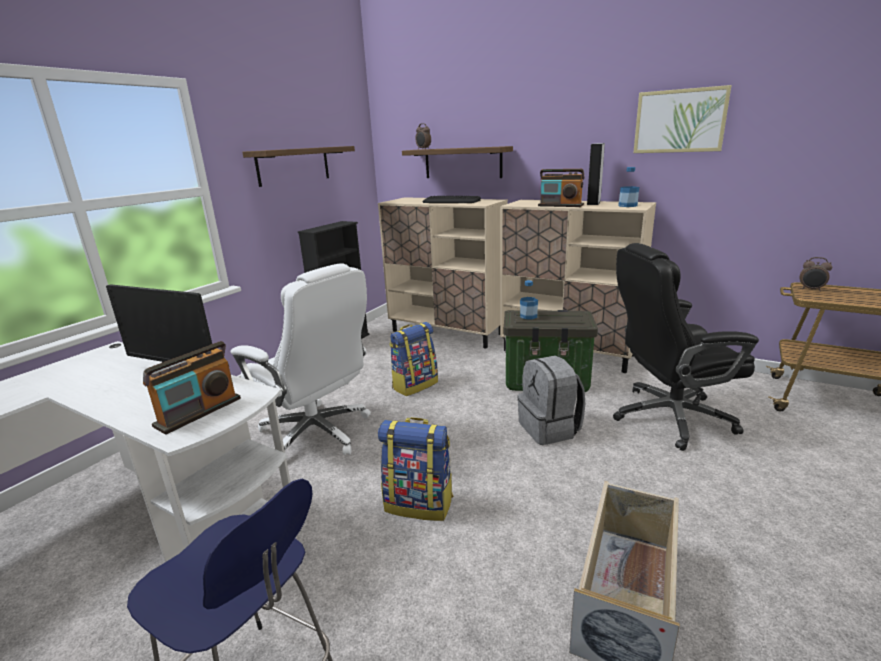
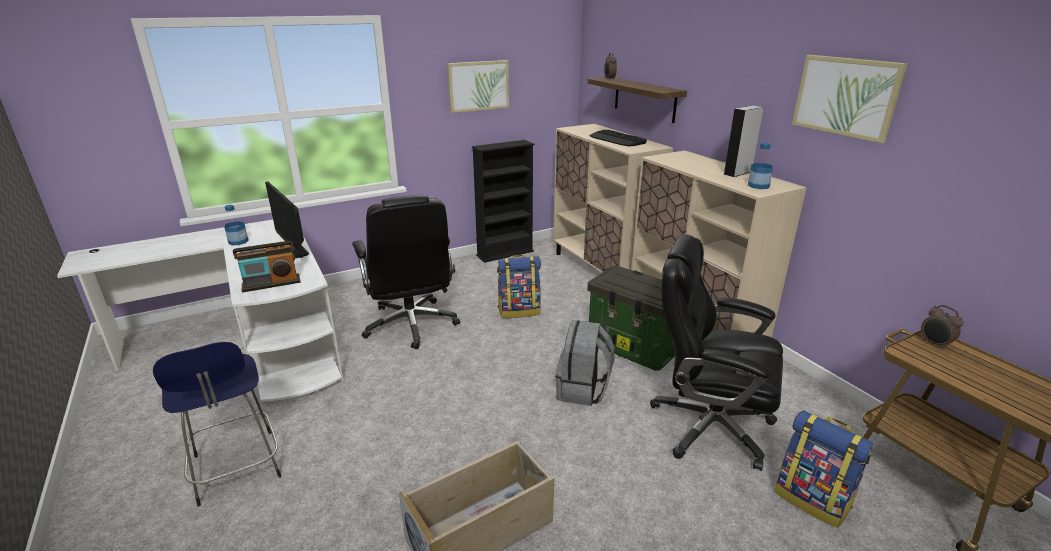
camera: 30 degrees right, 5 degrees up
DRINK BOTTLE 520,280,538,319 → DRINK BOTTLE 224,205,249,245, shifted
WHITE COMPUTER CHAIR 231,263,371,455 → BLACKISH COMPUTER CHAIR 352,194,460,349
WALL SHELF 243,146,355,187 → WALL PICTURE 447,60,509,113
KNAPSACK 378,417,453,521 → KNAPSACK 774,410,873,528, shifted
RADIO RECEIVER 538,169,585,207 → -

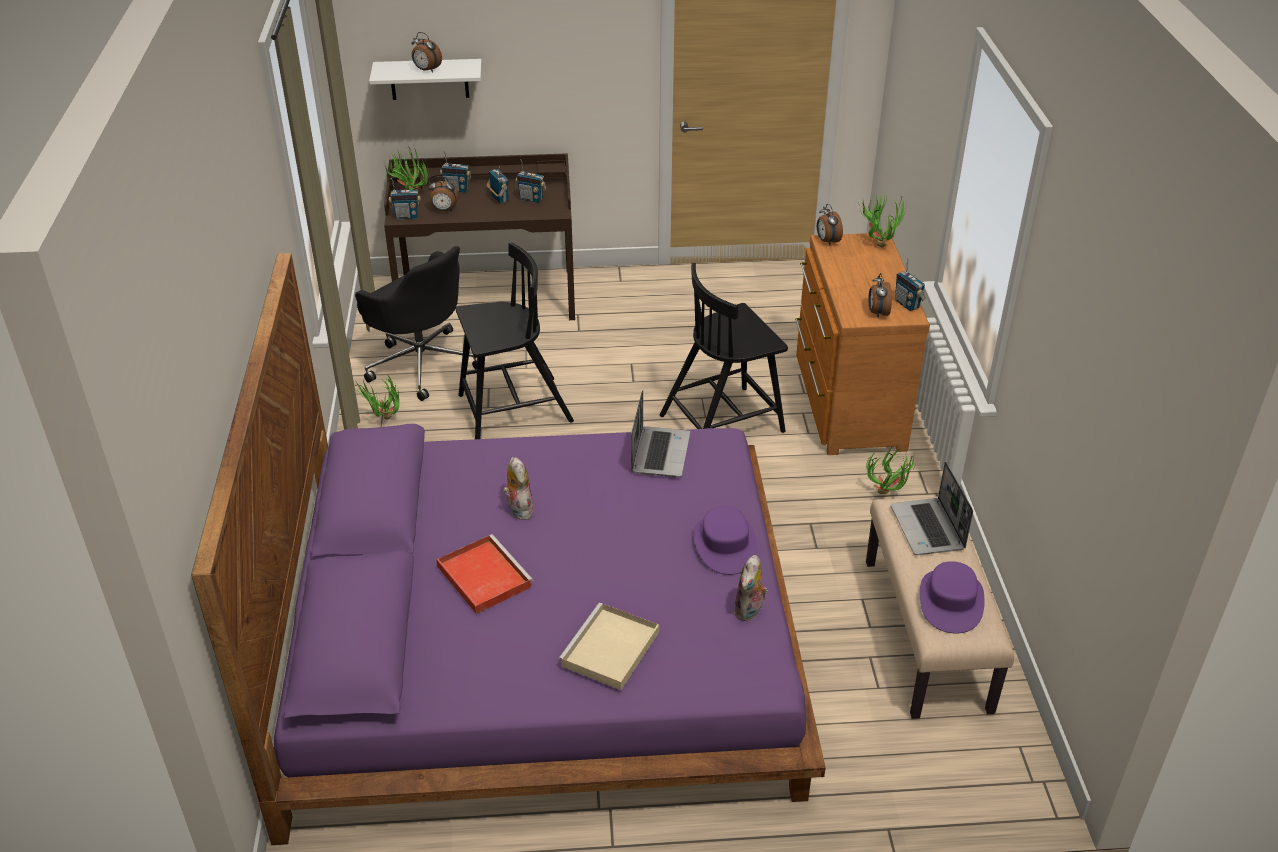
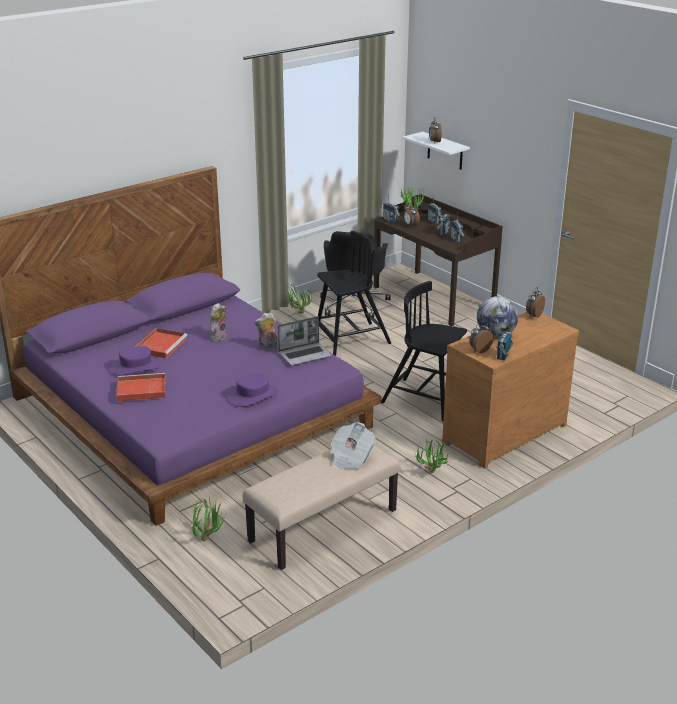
camera: 55 degrees right, 10 degrees down
PURPLE WEARABLE HAT 920,561,984,633 → PURPLE WEARABLE HAT 111,346,161,375, shifted
BEIGE TRAY 558,603,659,690 → RED-COLOURED TRAY 116,373,166,401
PLANT IN A POT 859,194,907,248 → PLANT IN A POT 191,498,226,541, shifted
PLUSH TOY 734,555,768,621 → PLUSH TOY 254,312,278,350, shifted
BLACKISH PLAIN CHAIR 456,242,574,439 → BLACKISH PLAIN CHAIR 317,231,391,356, 60 degrees counterclockwise
NOTEBOOK COMPUTER 891,462,973,555 → PRINTED PAPER 330,422,376,469
- → WORLD GLOBE 477,296,518,338

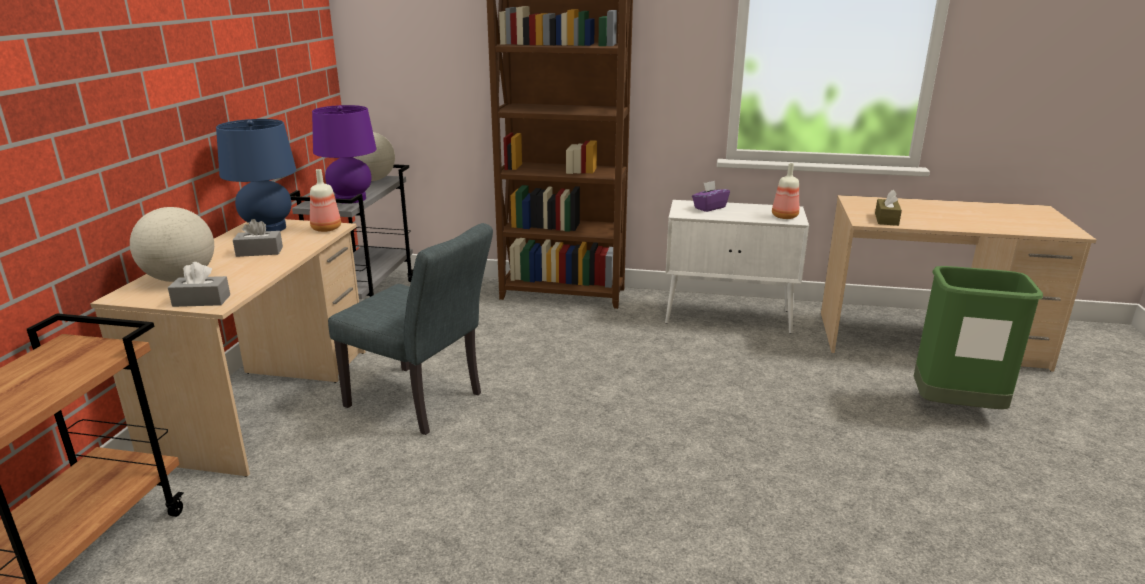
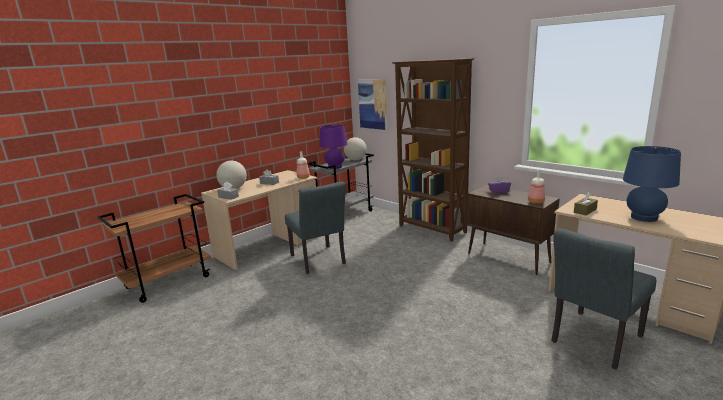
camera: 35 degrees right, 5 degrees down
- → WALL PICTURE 358,79,387,130
WHITE CABINET 665,200,809,334 → BROWN-COLOURED CABINET 467,185,560,275
GREEN-COLOURED WASTE BIN 914,266,1043,409 → GREYISH PLAIN CHAIR 551,228,656,370
BLUISH LAMP FOR A TABLE 216,119,296,231 → BLUISH LAMP FOR A TABLE 623,146,681,222, shifted

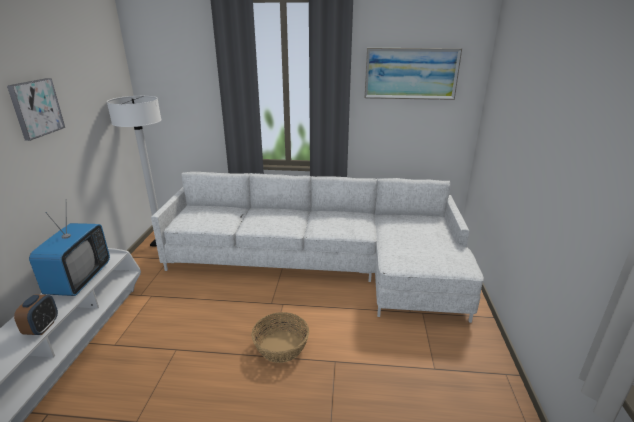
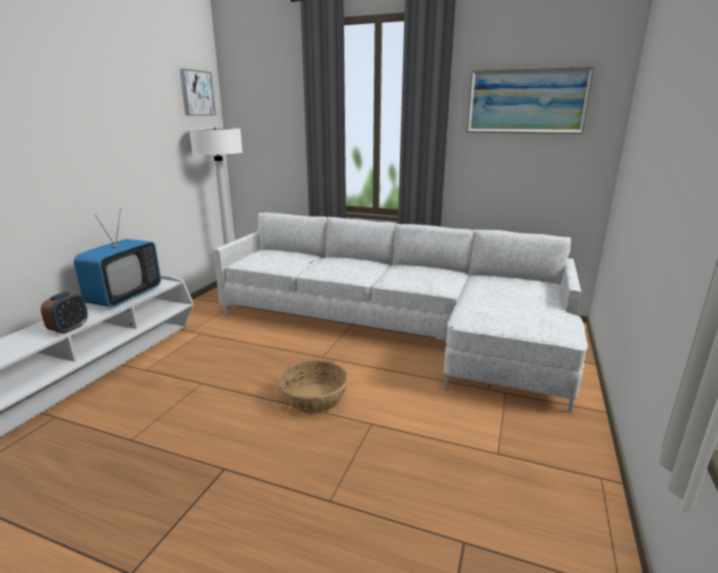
camera: 15 degrees right, 5 degrees down
WALL PICTURE 7,78,65,141 → WALL PICTURE 180,69,216,115, shifted

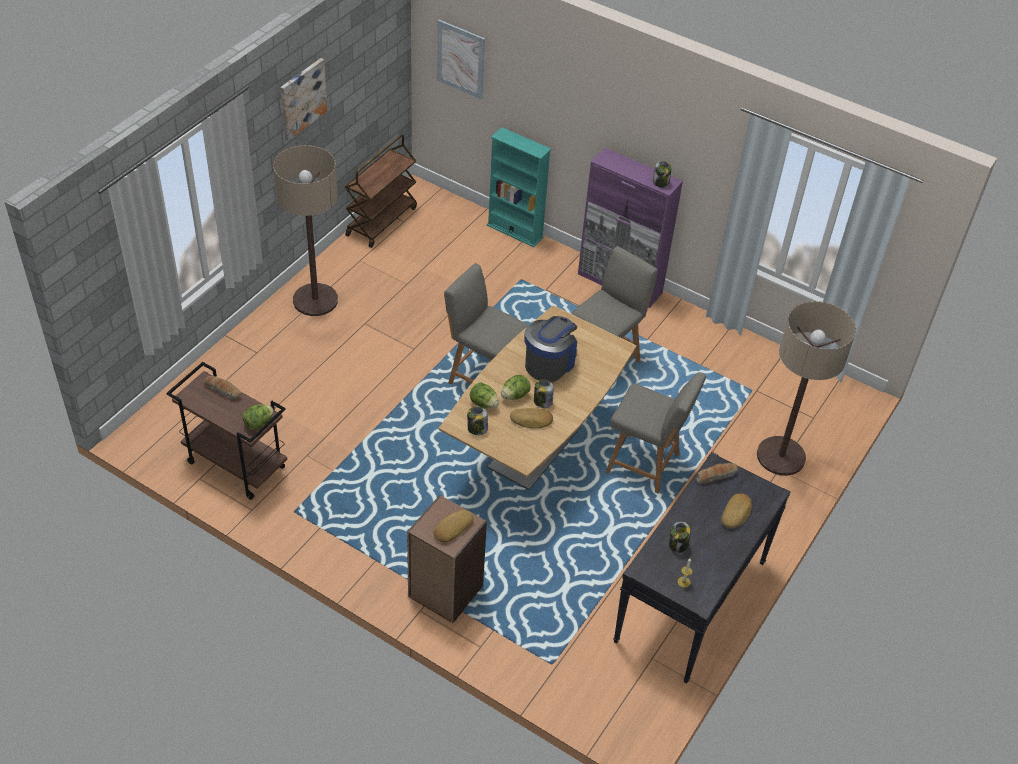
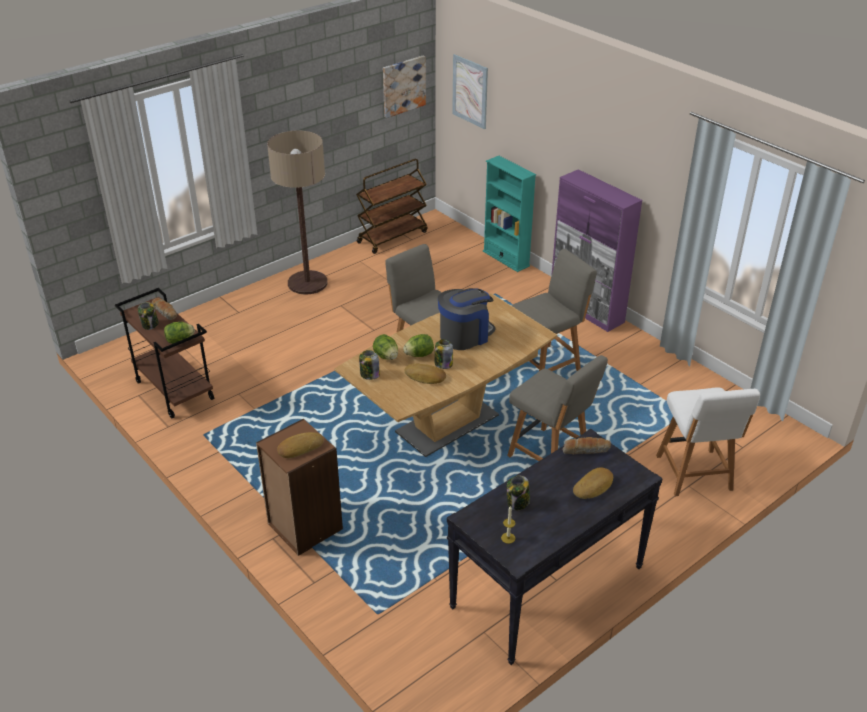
camera: 20 degrees right, 10 degrees down
JAR 653,161,671,188 → JAR 138,302,159,330, shifted
WALL PICTURE 280,58,327,141 → WALL PICTURE 383,55,426,118, shifted
STANDING LAMP 757,301,856,476 → WHITE PLAIN CHAIR 656,388,760,496

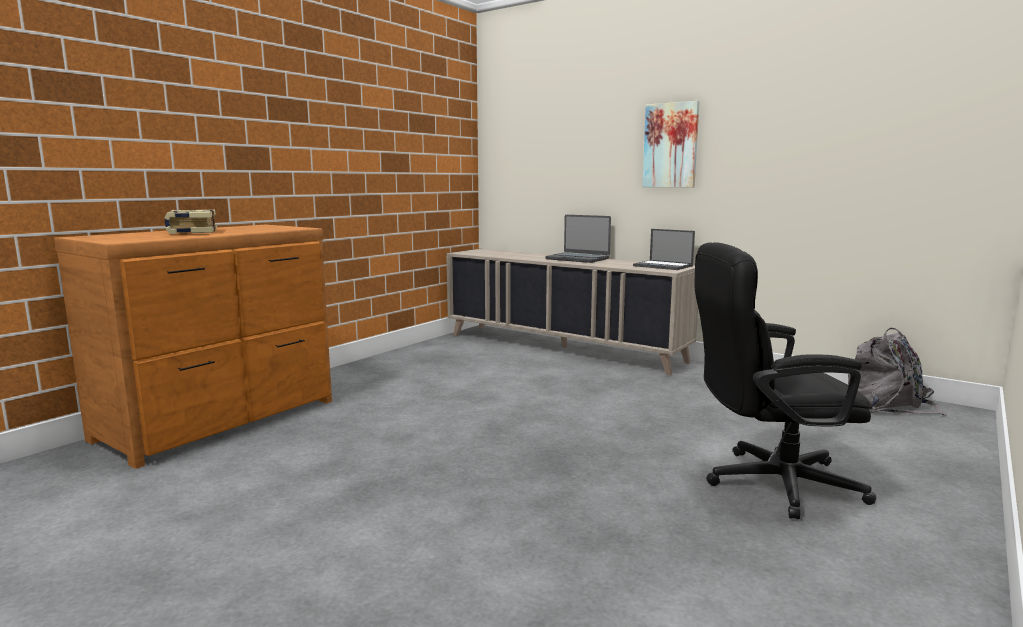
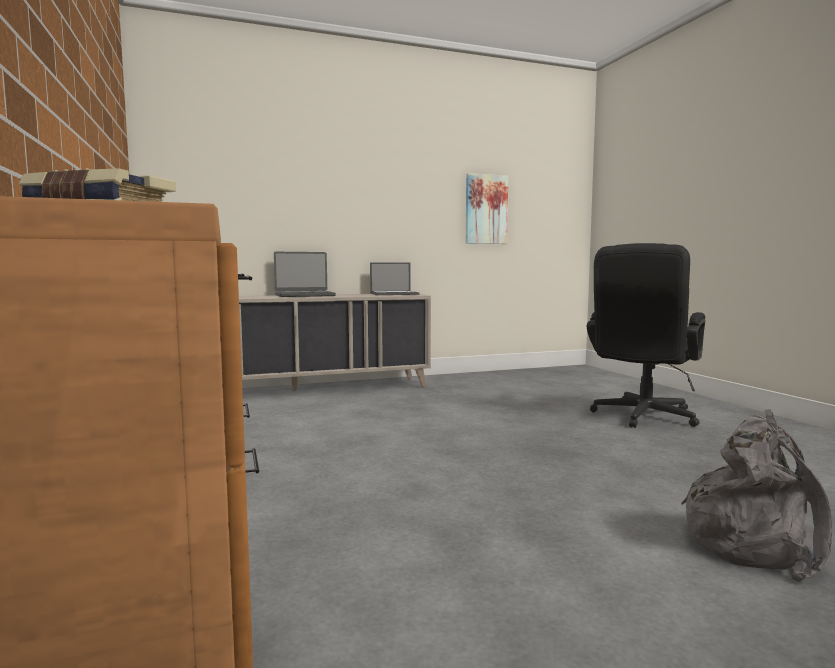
camera: 55 degrees left, 5 degrees down
WALL PICTURE 642,101,700,187 → WALL PICTURE 466,173,508,244, shifted
GREYISH KNAPSACK 848,328,946,416 → GREYISH KNAPSACK 681,409,832,582, shifted

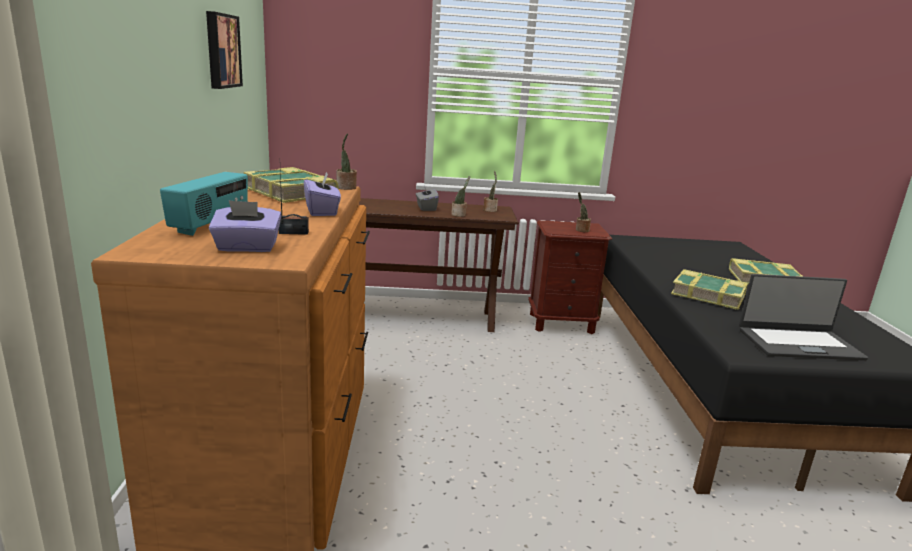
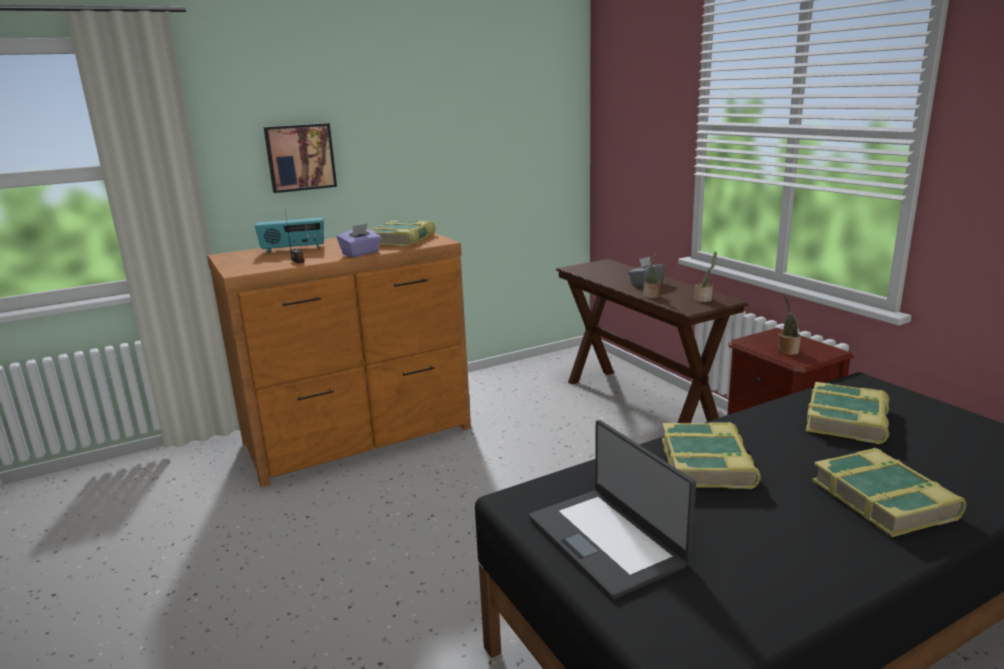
camera: 65 degrees right, 0 degrees up
WALL PICTURE 206,11,243,89 → WALL PICTURE 264,123,337,193, shifted
- → BOOK 806,382,890,444
PURPLE TISSUE HOLDER 209,200,282,252 → -
PLANT IN A POT 336,133,357,190 → -

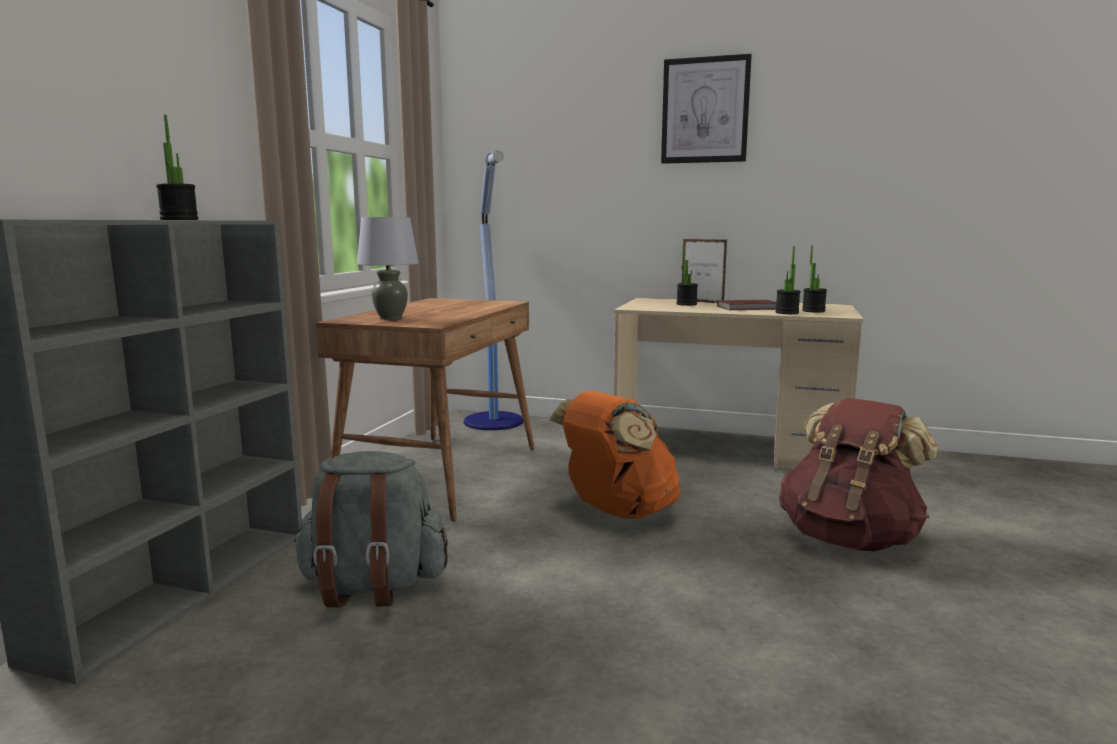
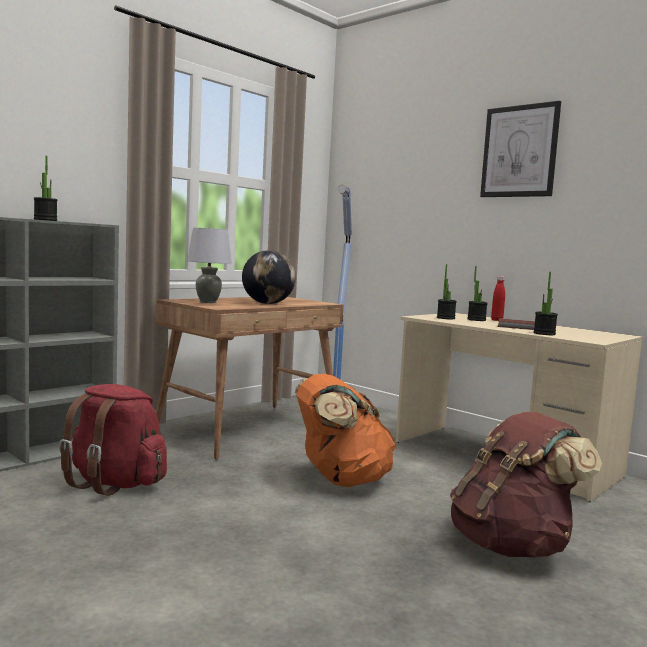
camera: 25 degrees right, 5 degrees down
GREYISH KNAPSACK 293,451,448,608 → RED-COLOURED KNAPSACK 59,384,167,496
- → WORLD GLOBE 242,250,296,304
PLANT IN A POT 802,245,827,313 → PLANT IN A POT 437,264,457,319, shifted
PICTURE FRAME 682,239,727,303 → RED-COLOURED DRINK BOTTLE 491,276,505,321

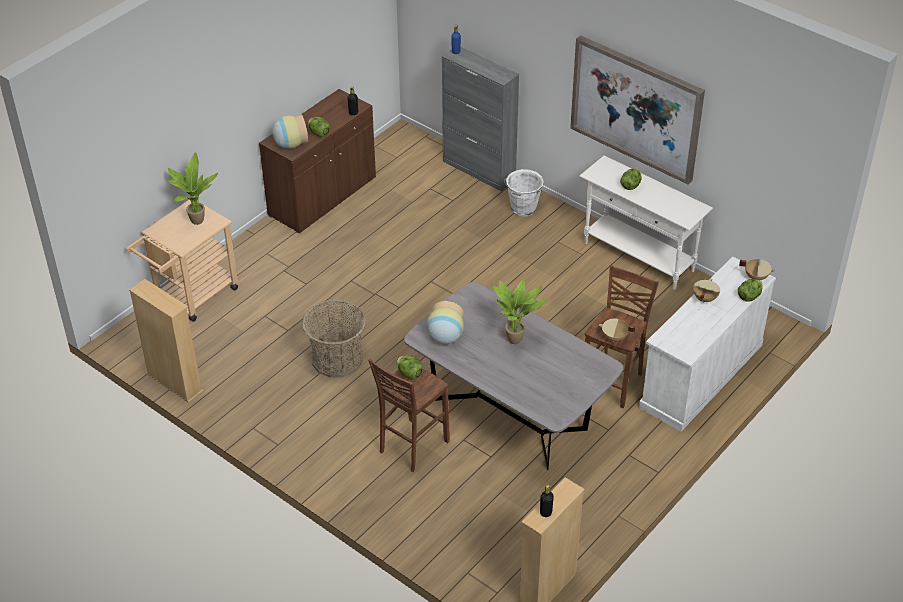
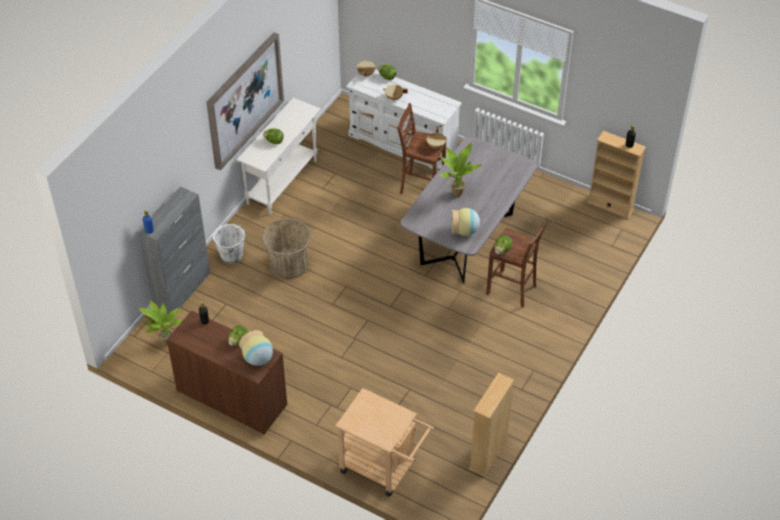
camera: 100 degrees left, 5 degrees up
PLANT IN A POT 167,152,218,225 → PLANT IN A POT 139,300,183,346, shifted
STORAGE BASKET 302,299,366,378 → STORAGE BASKET 262,218,312,279, shifted

